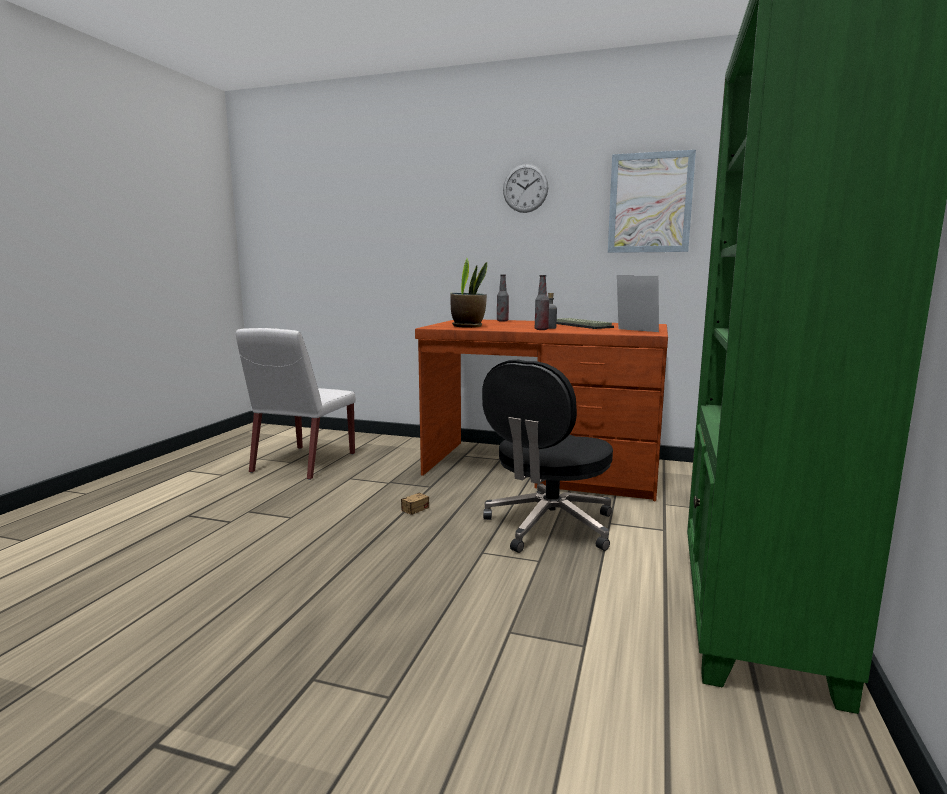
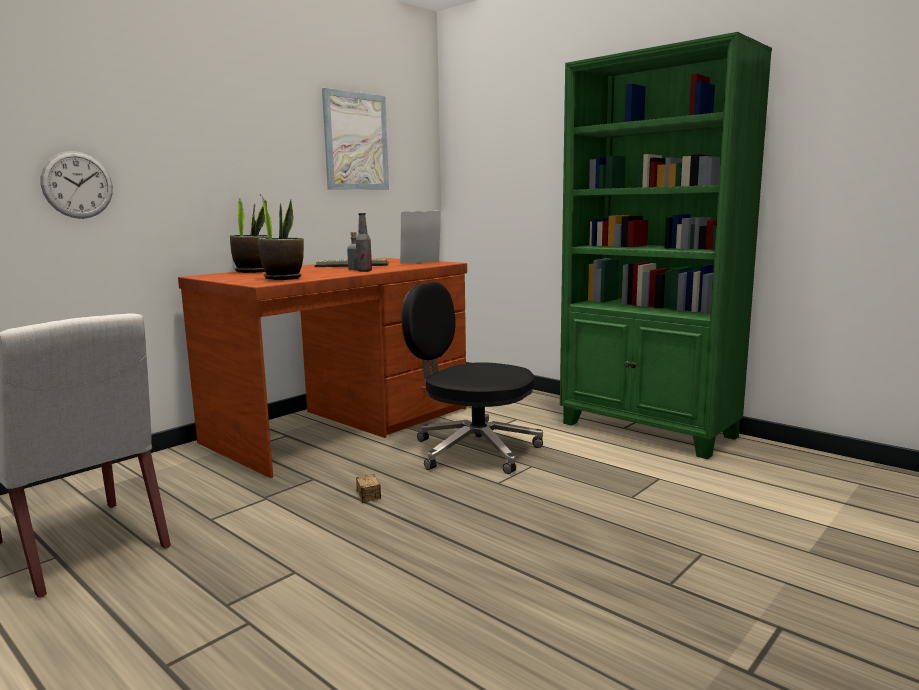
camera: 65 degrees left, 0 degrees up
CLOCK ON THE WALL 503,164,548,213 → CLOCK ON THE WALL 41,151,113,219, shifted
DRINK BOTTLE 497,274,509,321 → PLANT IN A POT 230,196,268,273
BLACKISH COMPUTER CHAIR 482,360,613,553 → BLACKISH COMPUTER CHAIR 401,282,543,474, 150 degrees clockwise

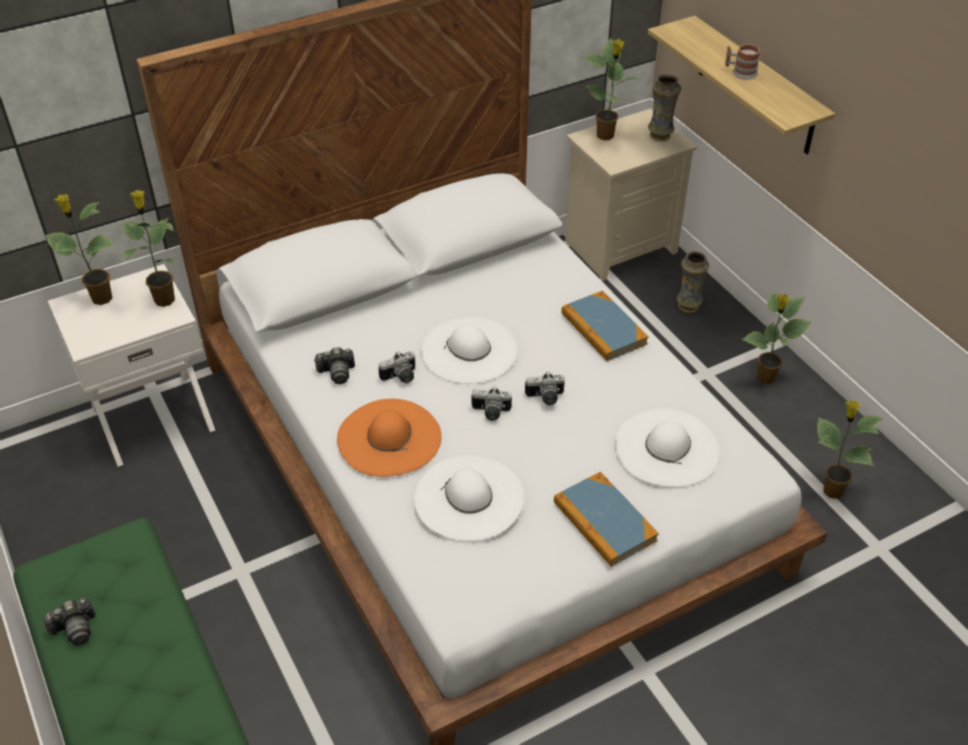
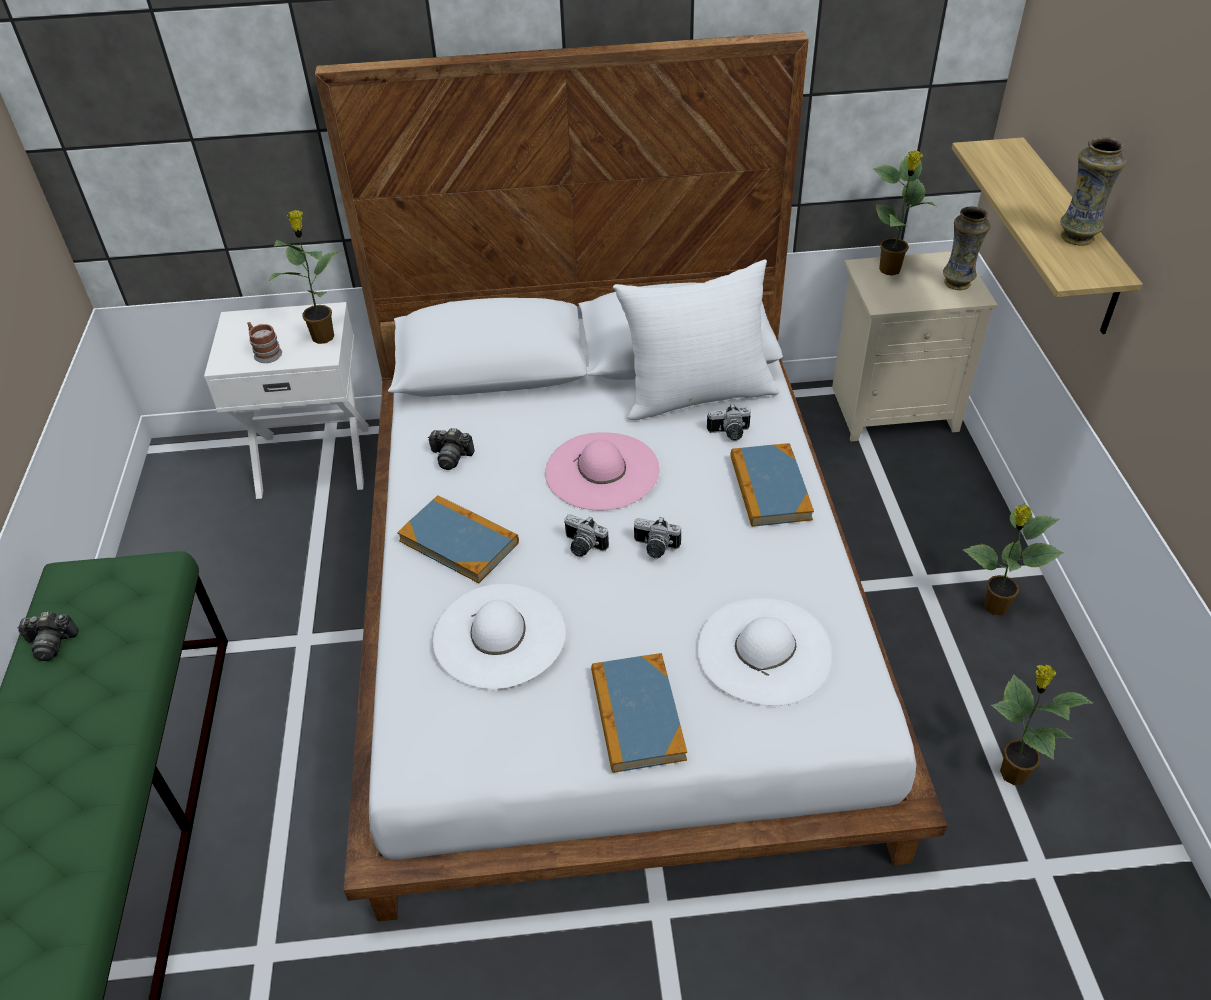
camera: 25 degrees right, 0 degrees up
MUG 725,44,760,80 → MUG 247,322,282,363, shifted
ORANGE-COLOURED WEARABLE HAT 337,399,442,477 → BOOK 397,495,519,583
WHITE WEARABLE HAT 421,317,517,384 → PINK-COLOURED WEARABLE HAT 545,432,660,510
- → WHITE PILLOW 613,259,780,420
PHOTO CAMERA 378,351,415,383 → PHOTO CAMERA 707,403,751,441, shifted
VASE 677,251,709,313 → VASE 1060,137,1127,246, shifted
PLANT IN A POT 45,194,114,305 → -

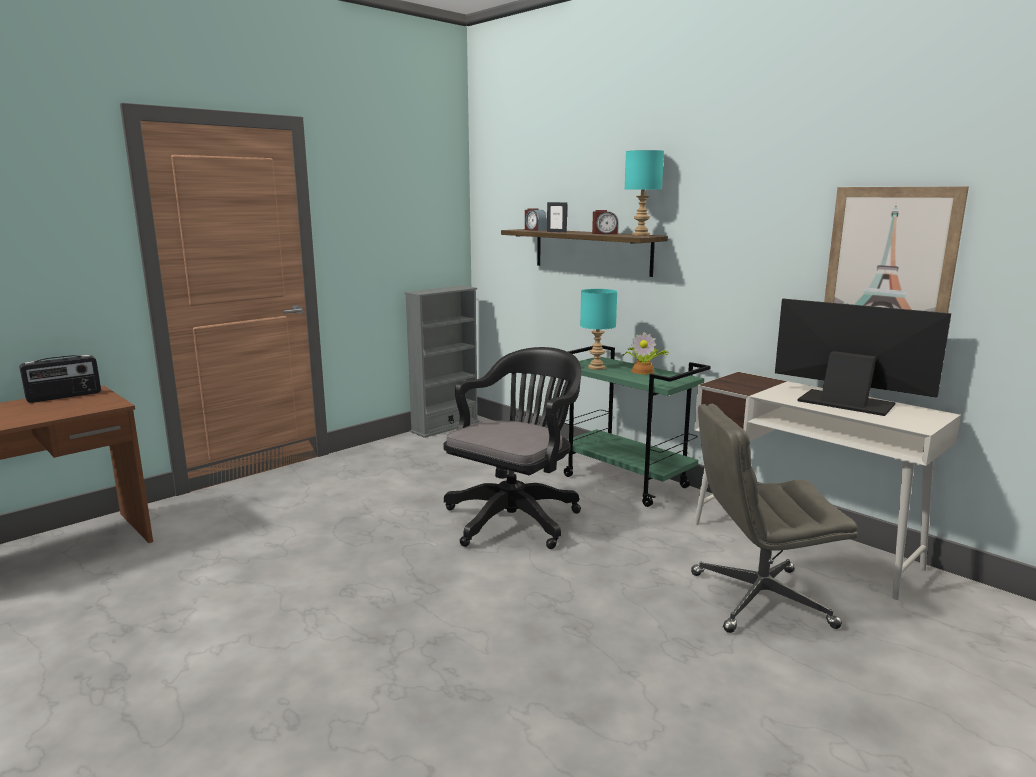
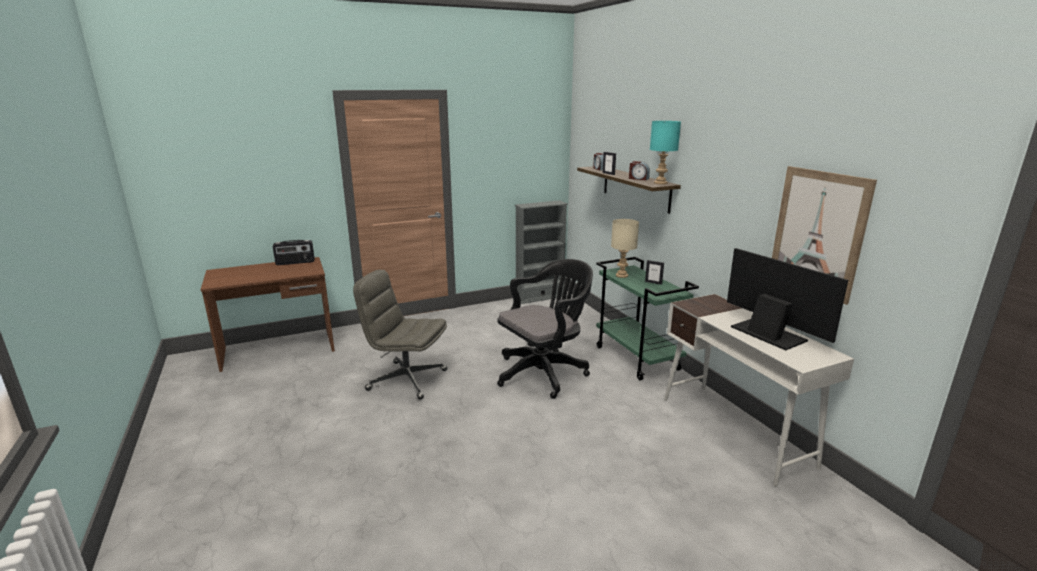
camera: 20 degrees right, 5 degrees up
GREYISH COMPUTER CHAIR 691,404,858,633 → GREYISH COMPUTER CHAIR 353,270,448,400, shifted
BLUE-GREEN LAMP FOR A TABLE 580,289,617,370 → BEIGE LAMP FOR A TABLE 611,219,639,278
PLANT IN A POT 622,332,669,374 → PICTURE FRAME 645,260,664,285

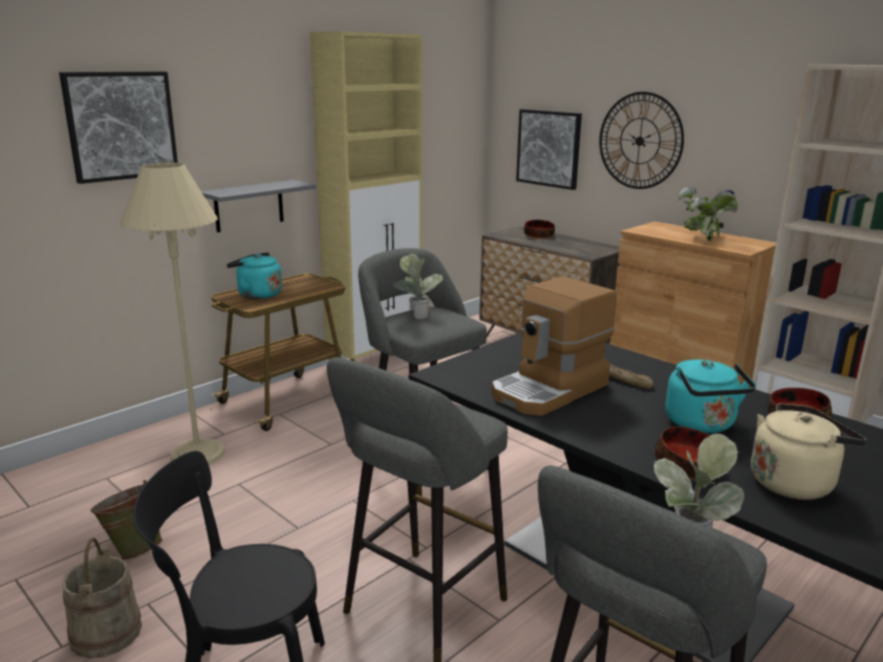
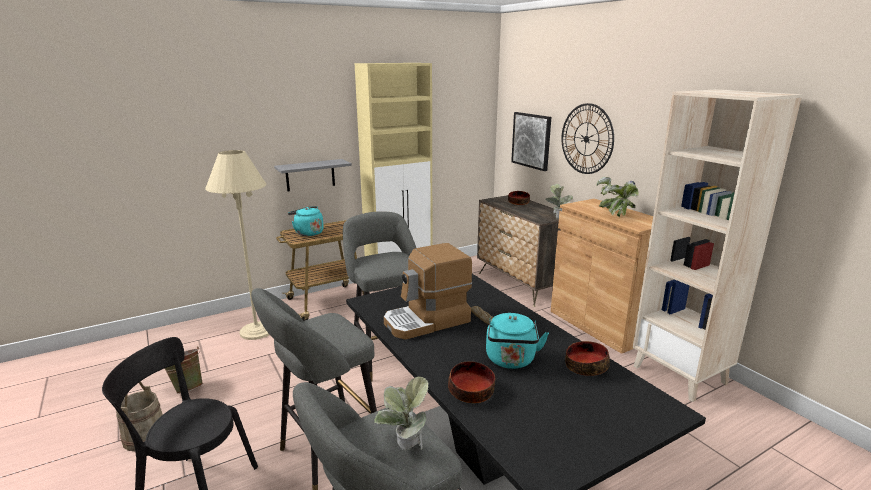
camera: 15 degrees right, 0 degrees up
PLANT IN A POT 392,254,443,319 → PLANT IN A POT 545,184,573,219, shifted
WALL PICTURE 59,72,178,184 → -
BEIGE KETTLE 751,403,866,500 → -

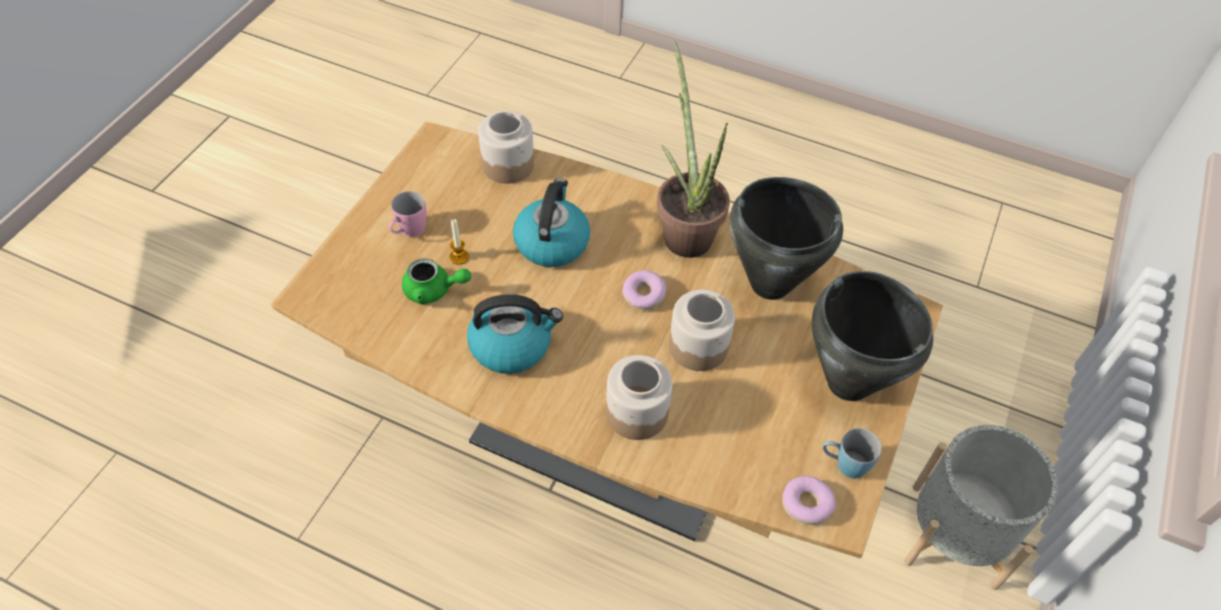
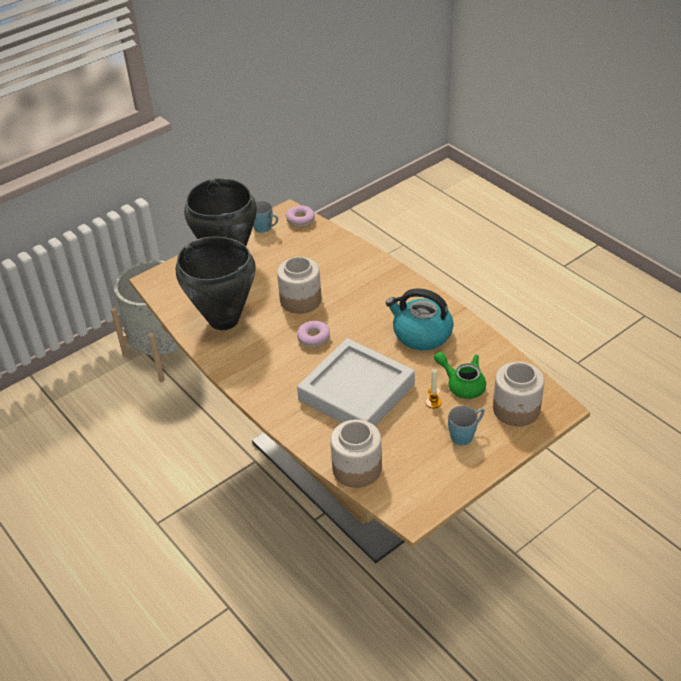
camera: 150 degrees left, 10 degrees down
KETTLE 513,178,590,267 → GREYISH TRAY 297,338,415,426
PINK-COLOURED MUG 389,191,427,237 → BLUISH MUG 448,406,485,446
JAR 606,355,673,440 → JAR 493,362,544,426, shifted
PLANT IN A POT 657,41,730,258 → -

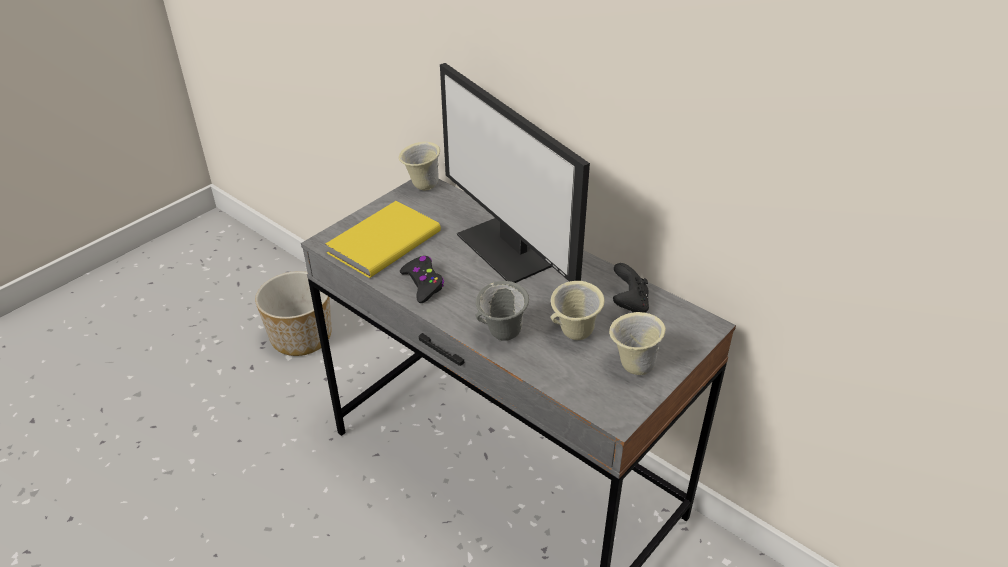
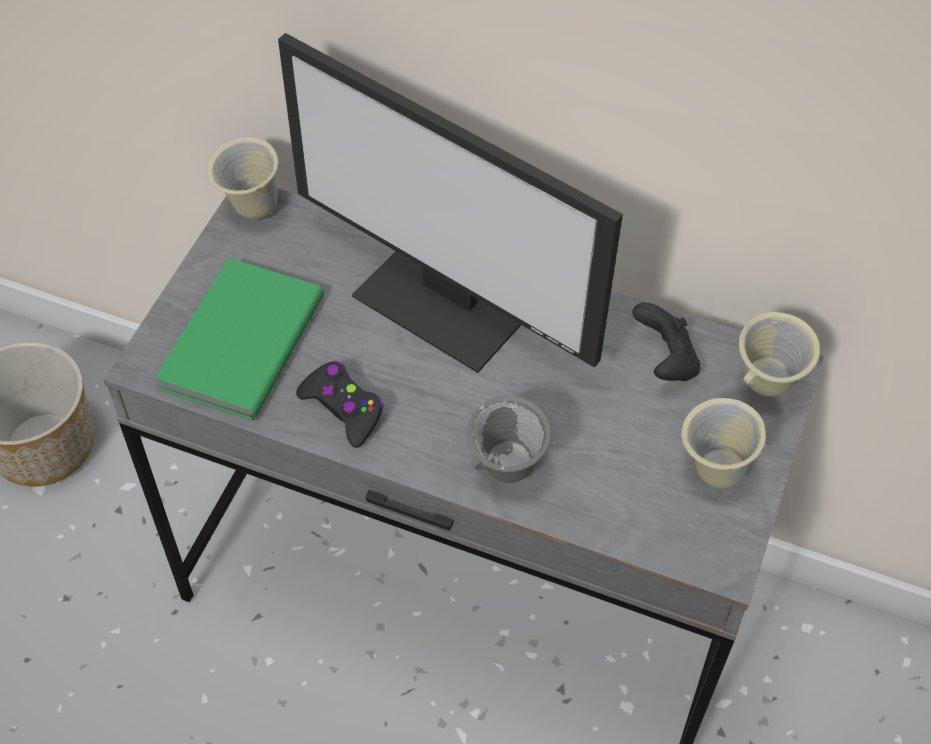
camera: 20 degrees left, 15 degrees up
YELLOW BOOK 325,201,441,278 → GREEN-COLOURED BOOK 154,258,324,421
BEIGE MUG 551,281,605,340 → BEIGE MUG 739,312,820,397, shifted

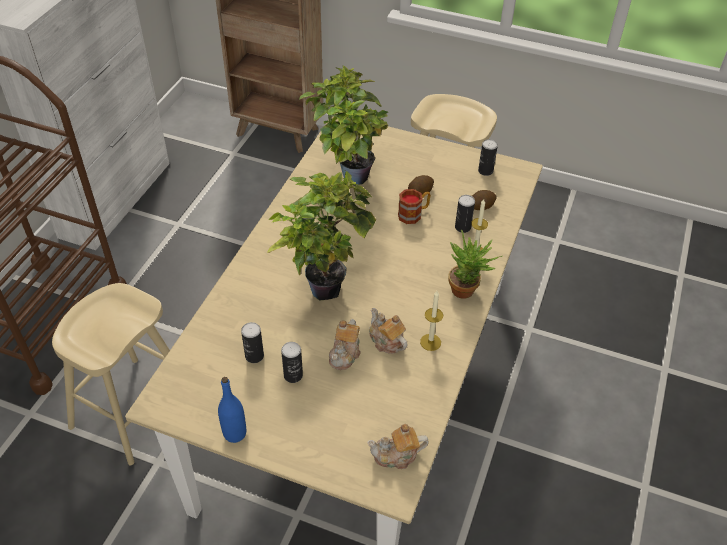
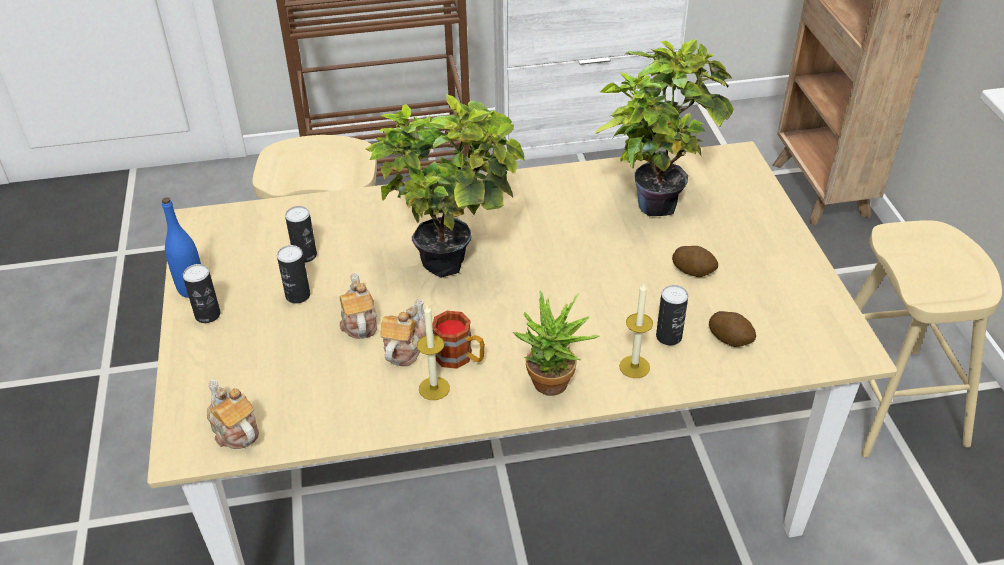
camera: 60 degrees right, 5 degrees down
SEALED CAN 478,139,498,176 → SEALED CAN 183,264,221,323, shifted
TEAPOT 329,319,361,370 → TEAPOT 340,272,377,339, 90 degrees clockwise
MUG 398,189,431,224 → MUG 432,311,485,369, shifted

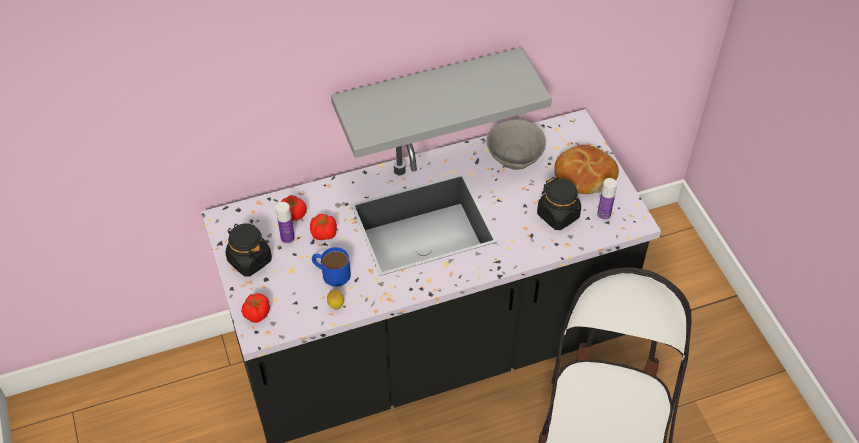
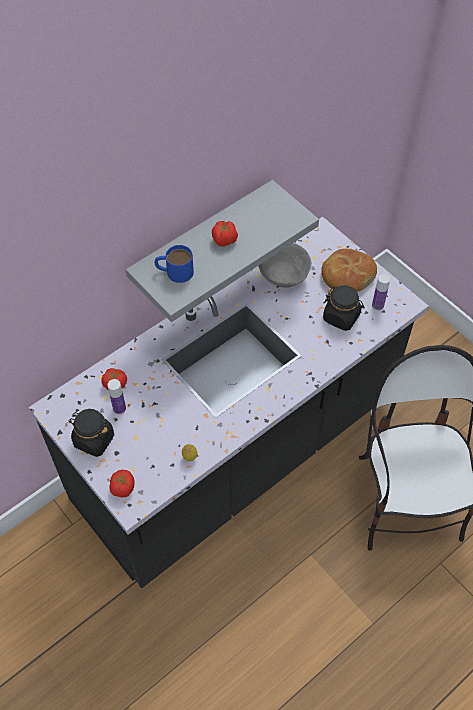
camera: 20 degrees left, 5 degrees up
BLUISH MUG 312,247,351,287 → BLUISH MUG 155,245,194,283, shifted
FRESH TOMATO 310,214,337,240 → FRESH TOMATO 212,221,238,246, shifted

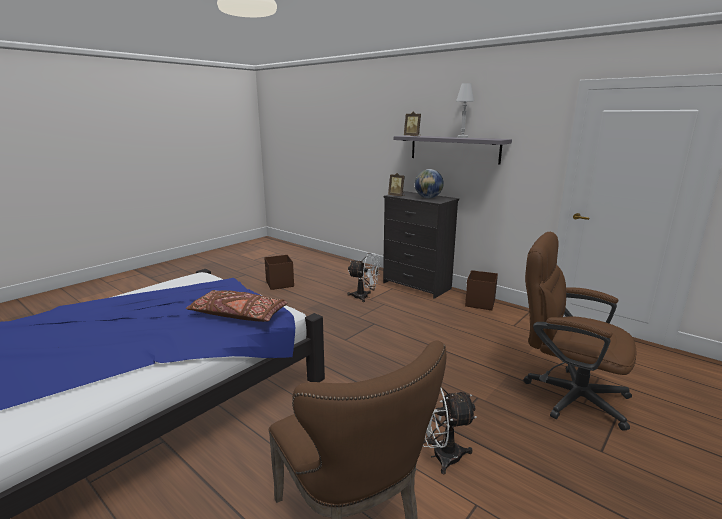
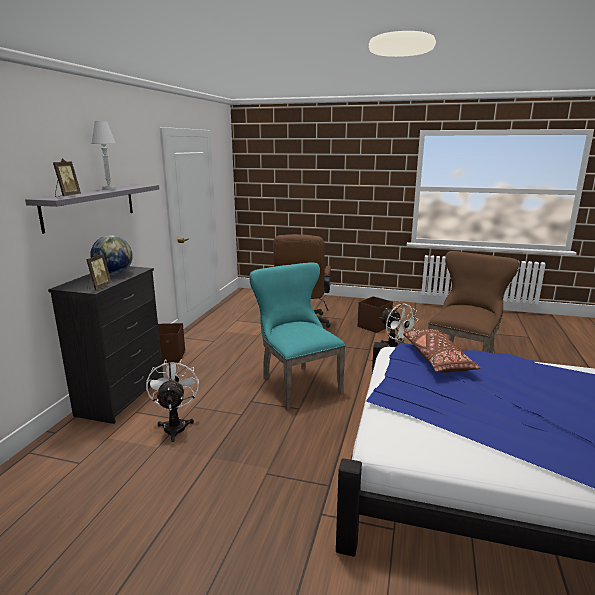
camera: 115 degrees left, 0 degrees up
- → BLUE-GREEN PLAIN CHAIR 249,262,345,410
BROWN-COLOURED STORAGE CONTAINER 264,255,294,290 → BROWN-COLOURED STORAGE CONTAINER 358,296,393,333, shifted

